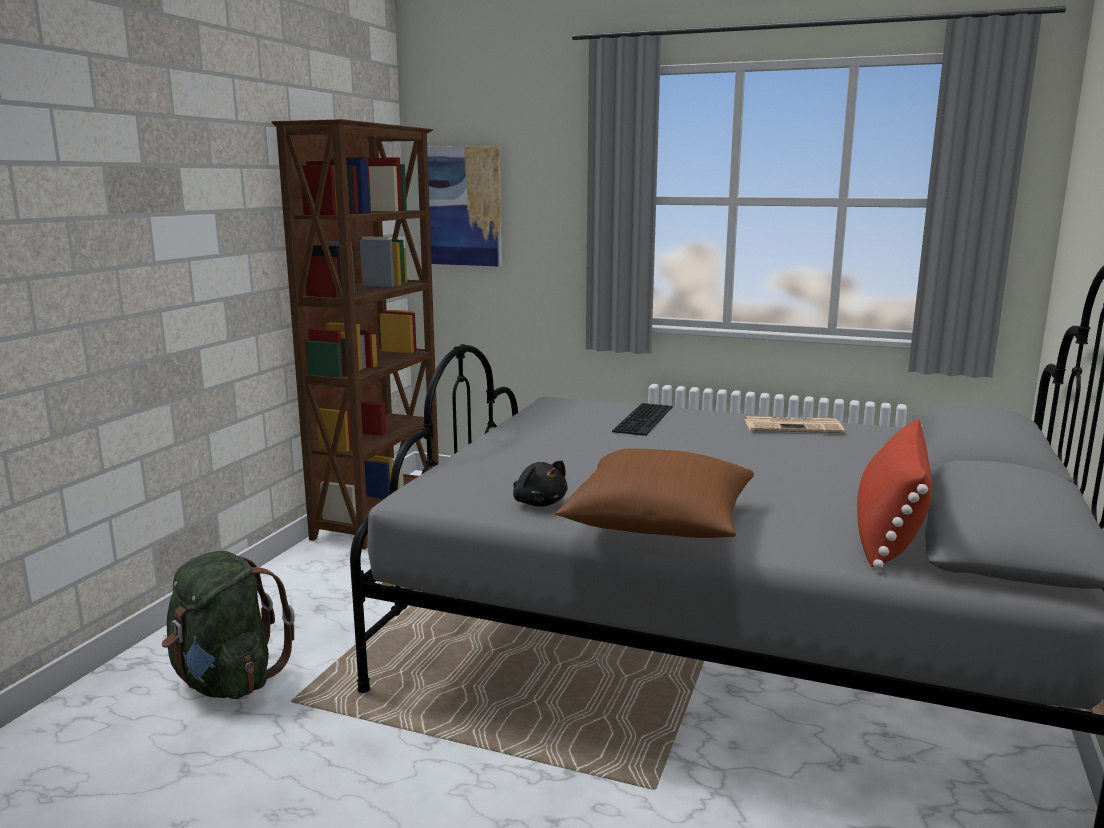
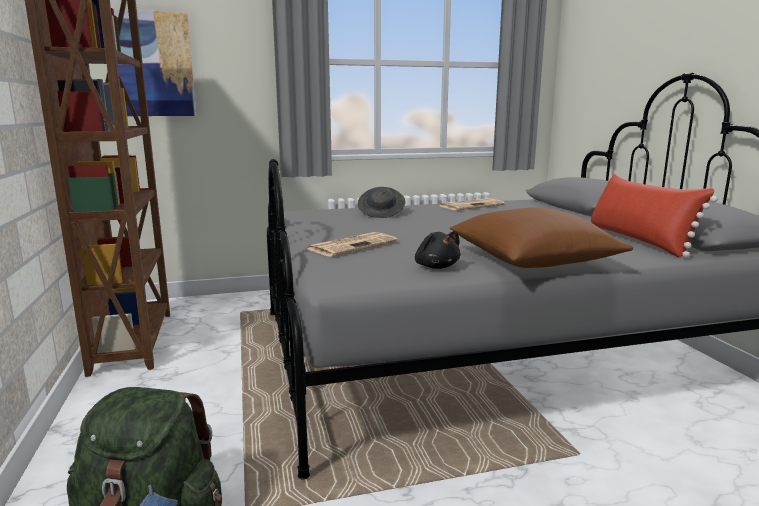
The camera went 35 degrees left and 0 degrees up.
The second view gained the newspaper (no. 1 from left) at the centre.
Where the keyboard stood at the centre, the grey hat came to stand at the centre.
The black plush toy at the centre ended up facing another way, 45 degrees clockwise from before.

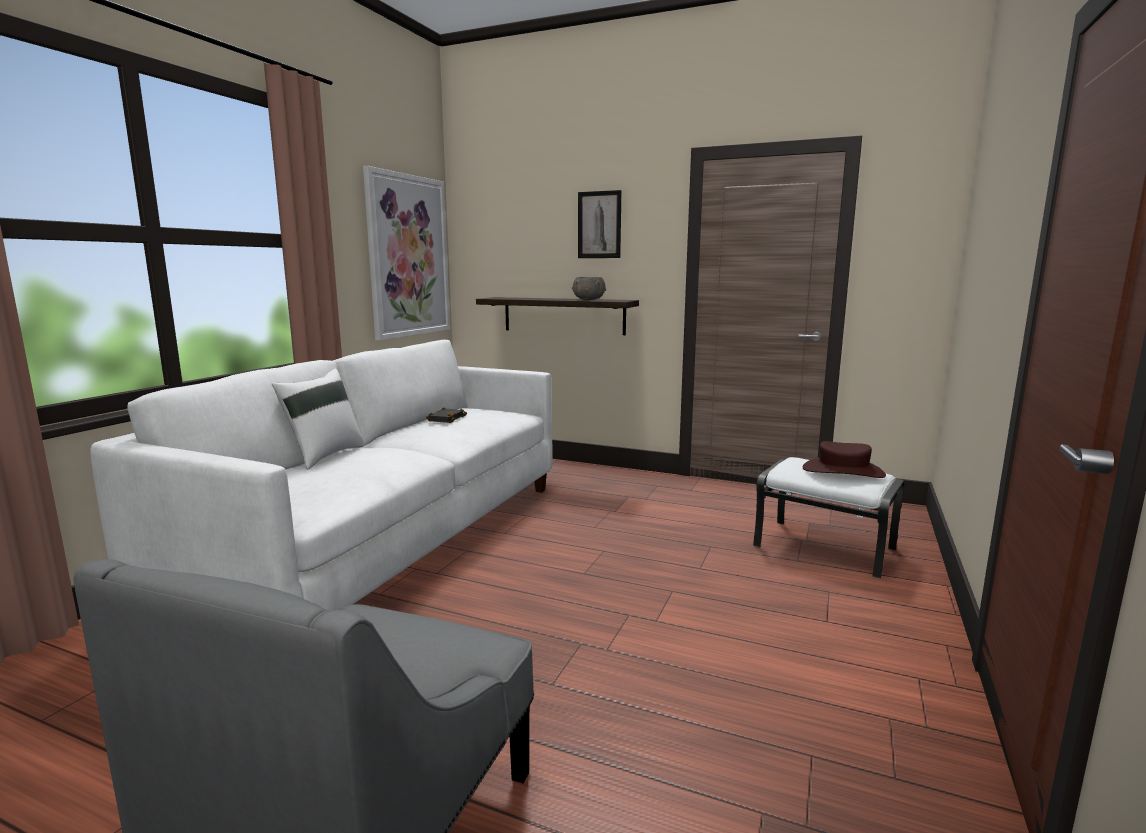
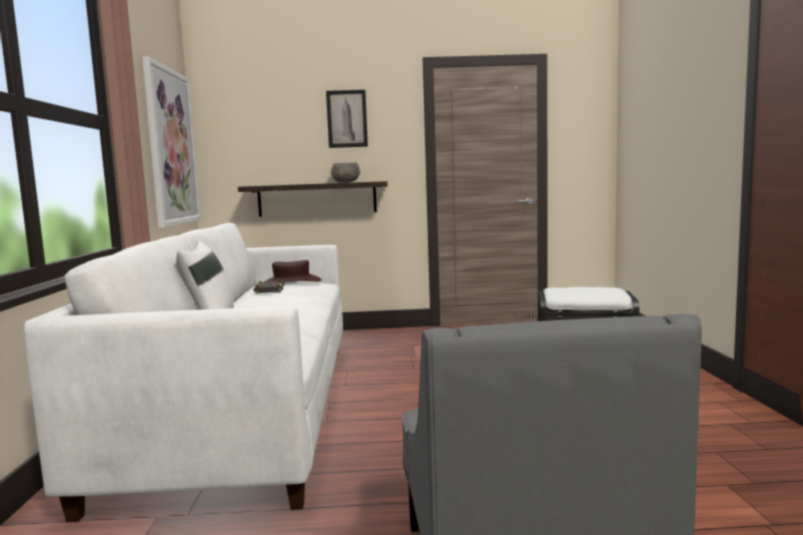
The camera went 25 degrees left and 5 degrees down.
The brown hat ended up elsewhere, having gone from the middle right to the centre.

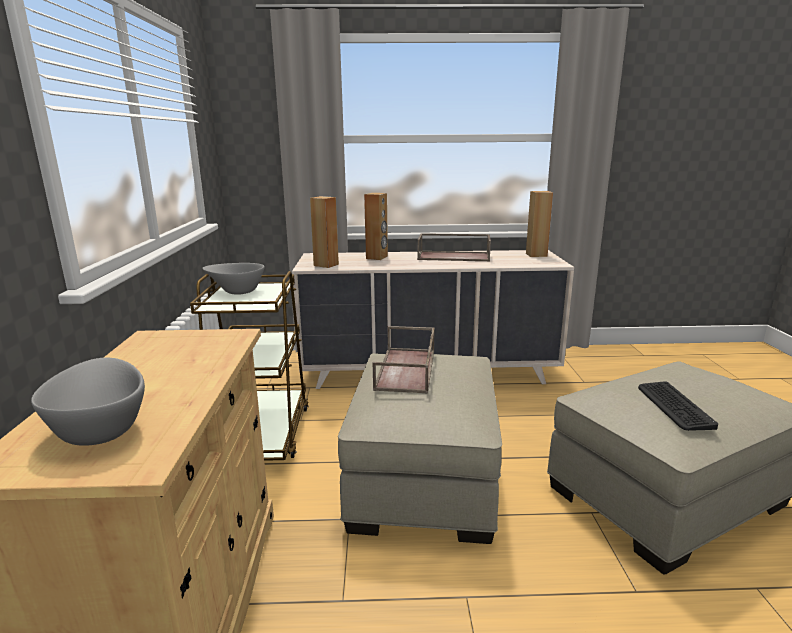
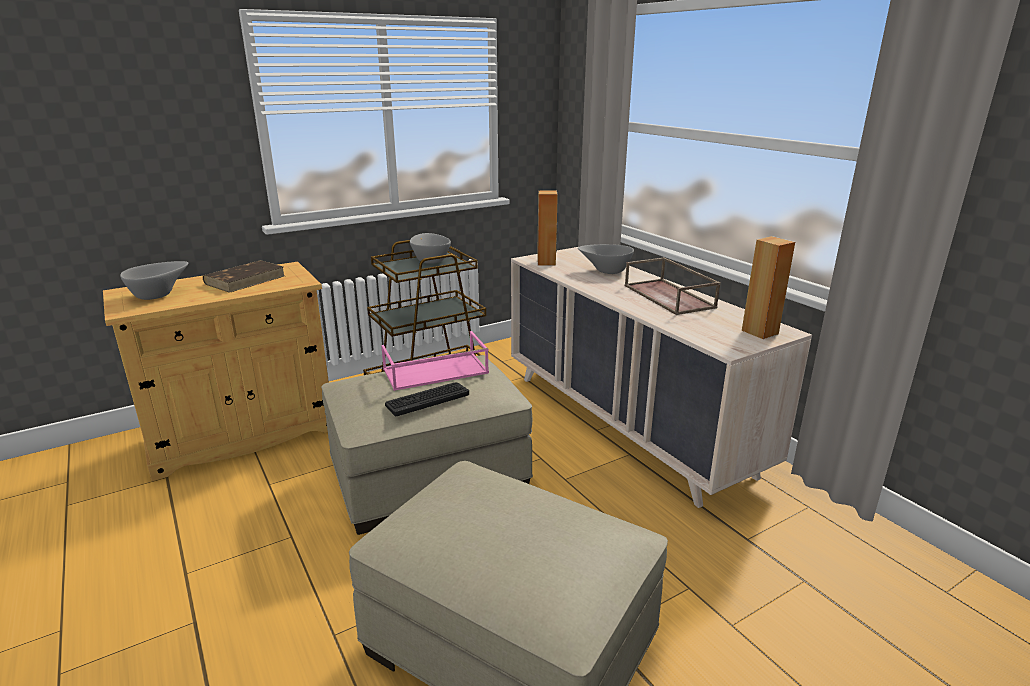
The camera went 60 degrees right and 5 degrees up.
The second view gained the brown book at the middle left.
The keyboard ended up elsewhere, having gone from the middle right to the centre.
Where the brown speaker (no. 2 from left) stood at the centre, the grey bowl (no. 3 from left) came to stand at the centre.
What was the brown tray (no. 1 from left) at the centre turned into the pink tray at the centre.

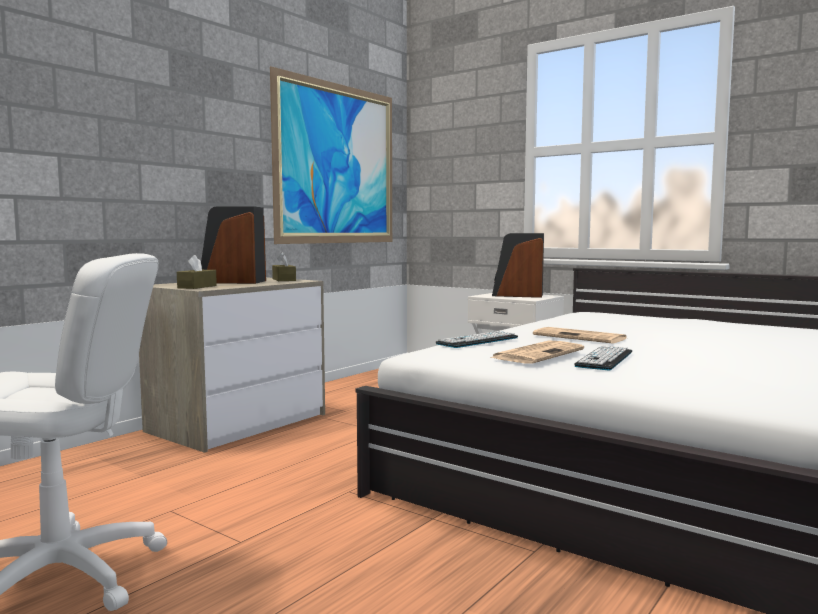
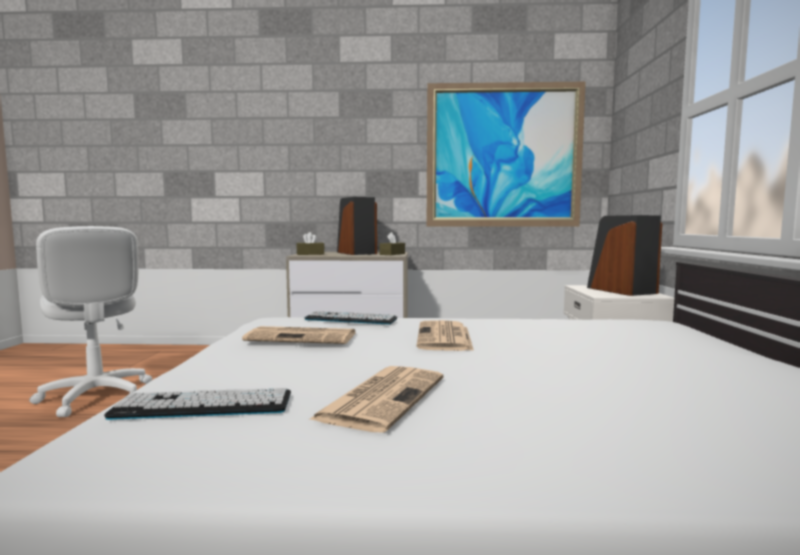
The camera went 55 degrees right and 0 degrees up.
The second view gained the newspaper (no. 2 from left) at the bottom centre.
The keyboard (no. 2 from left in the first image) ended up elsewhere, having gone from the middle right to the bottom left.

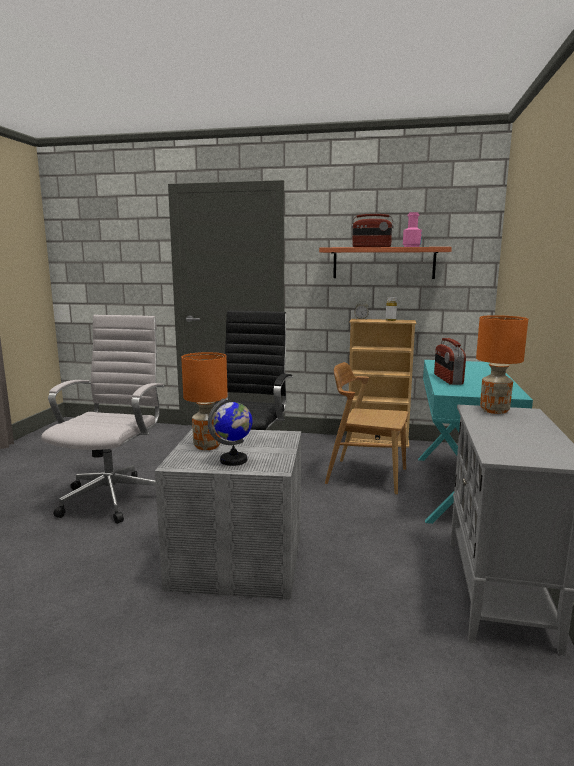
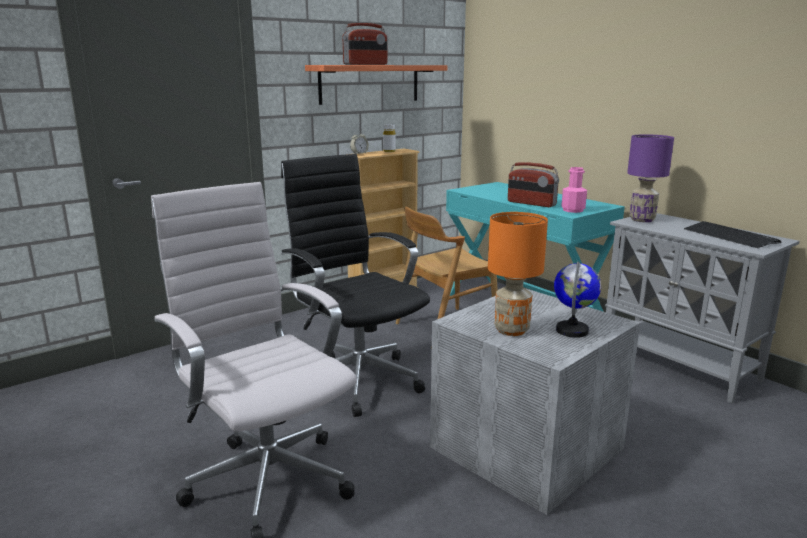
The camera went 50 degrees left and 5 degrees up.
The second view gained the keyboard at the middle right.
The pink bottle ended up elsewhere, having gone from the top right to the middle right.
What was the orange table lamp (no. 2 from left) at the middle right turned into the purple table lamp at the top right.

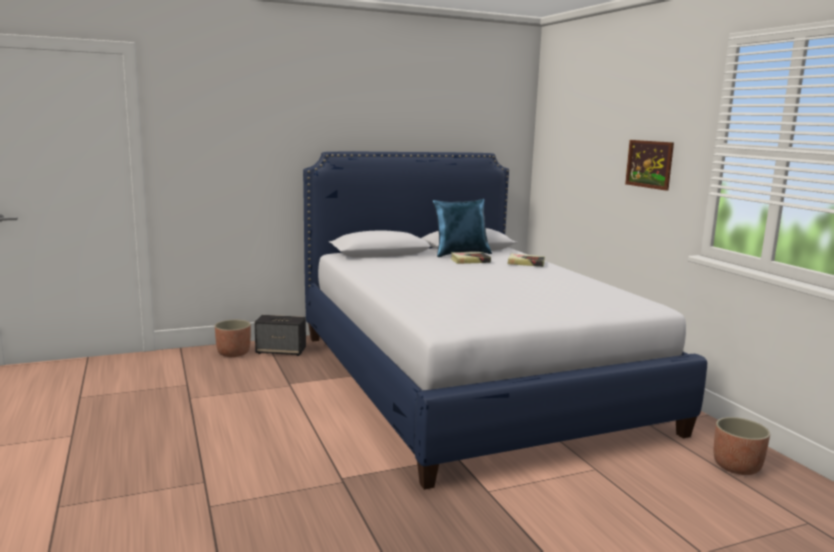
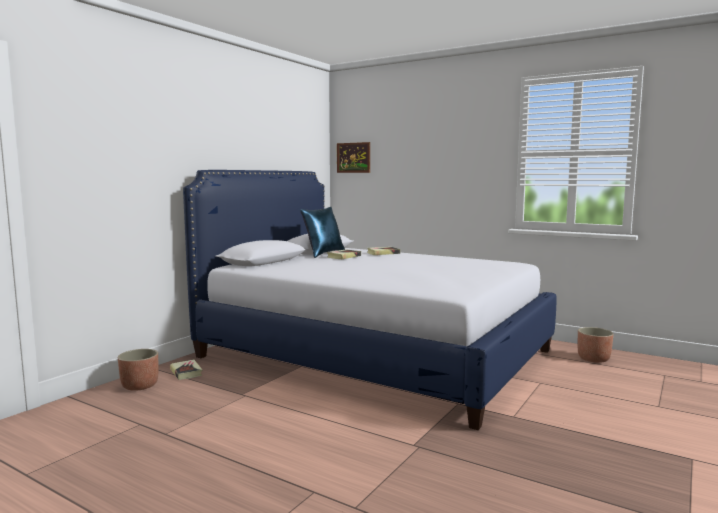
The camera went 35 degrees left and 5 degrees down.
The picture ended up elsewhere, having gone from the top right to the top centre.
Where the speaker stood at the centre, the book (no. 1 from left) came to stand at the bottom left.

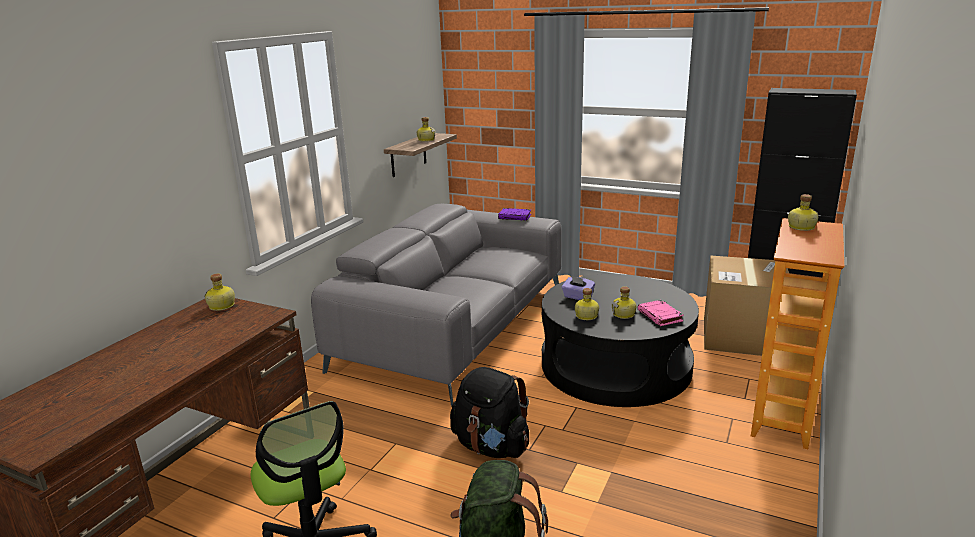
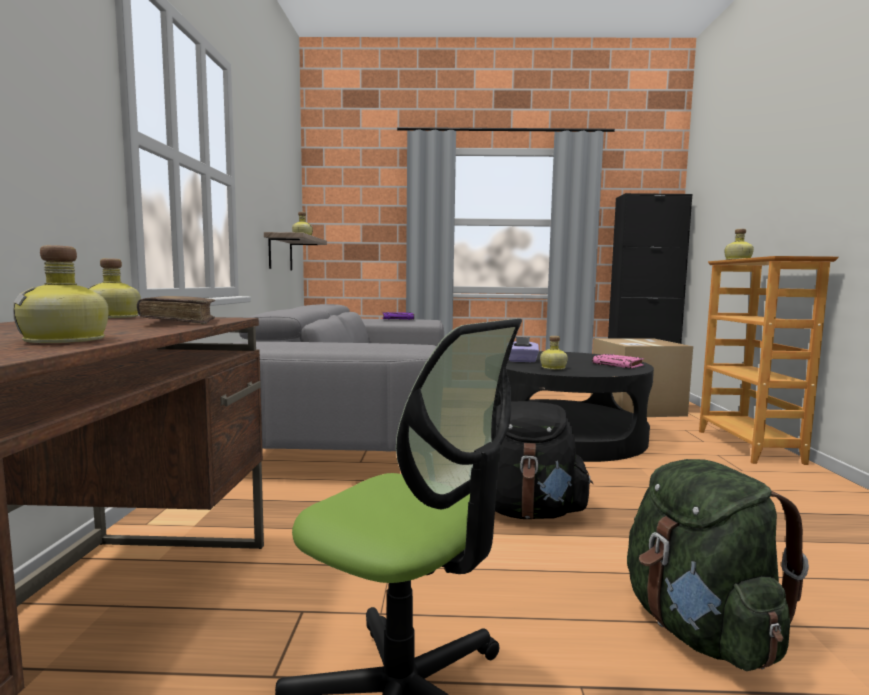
The camera went 25 degrees left and 15 degrees down.
The second view gained the brown book at the middle left.
The bottle (no. 4 from left in the first image) ended up elsewhere, having gone from the centre to the middle left.

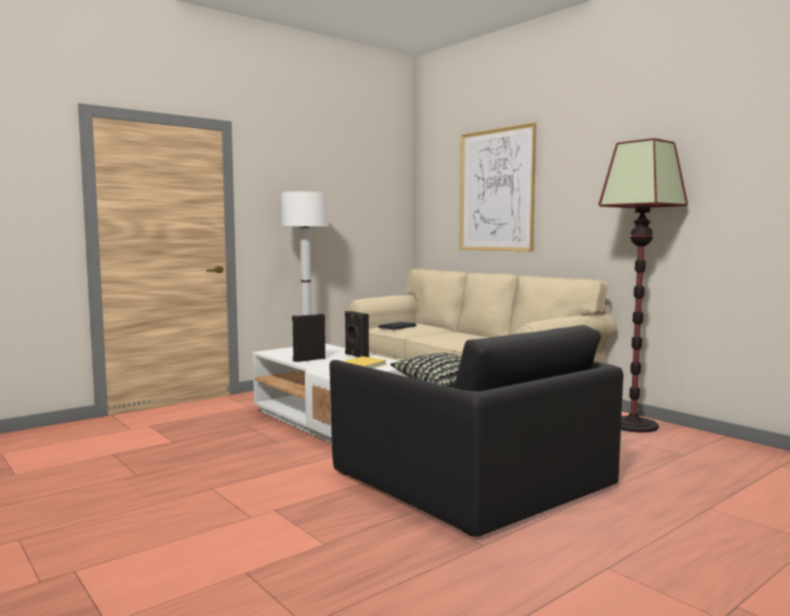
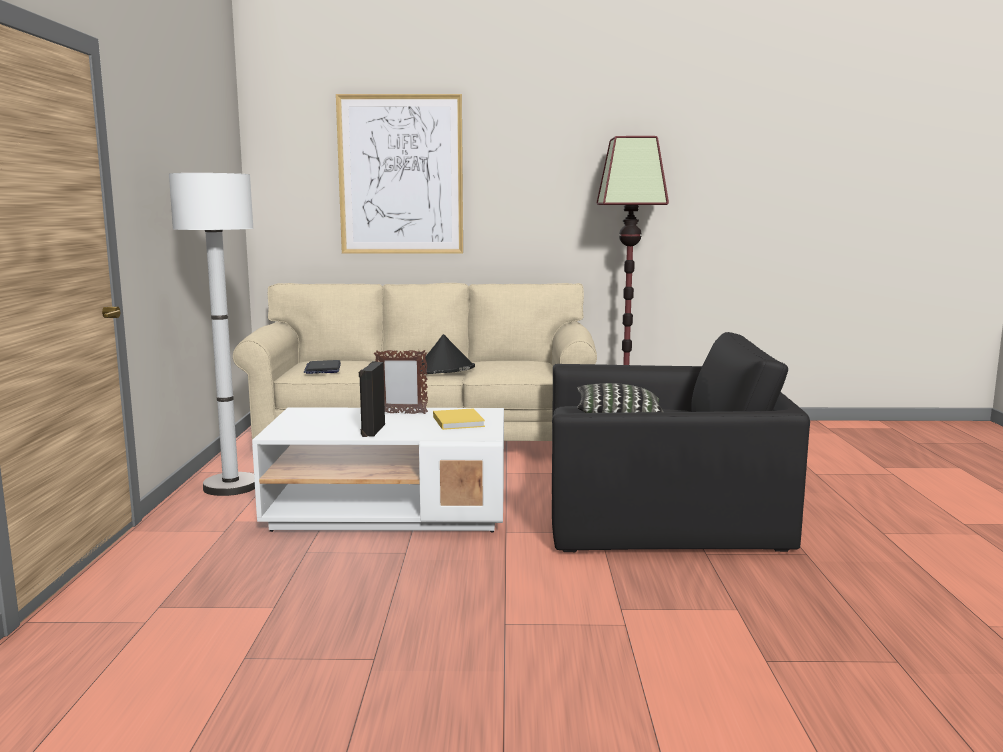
The camera went 50 degrees left and 5 degrees up.
The second view gained the black hat at the centre.
Where the black speaker (no. 2 from left) stood at the centre, the picture frame came to stand at the centre.

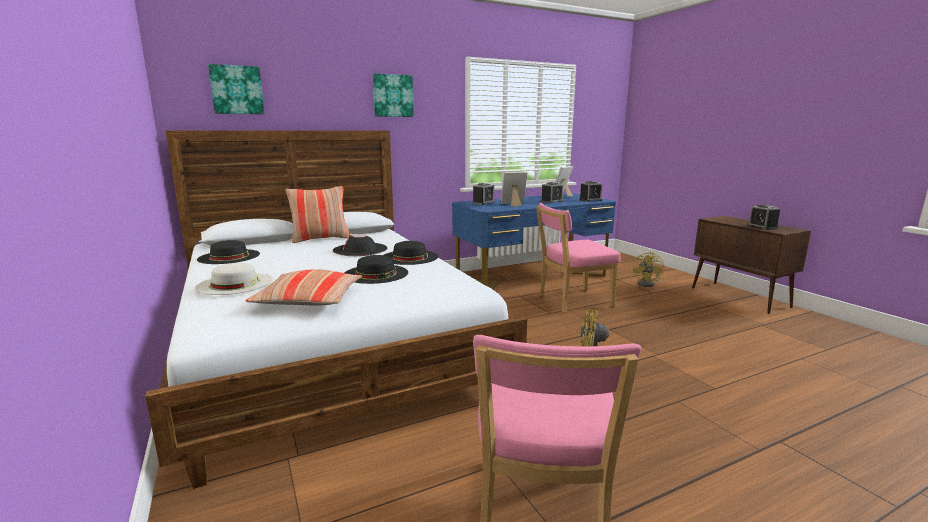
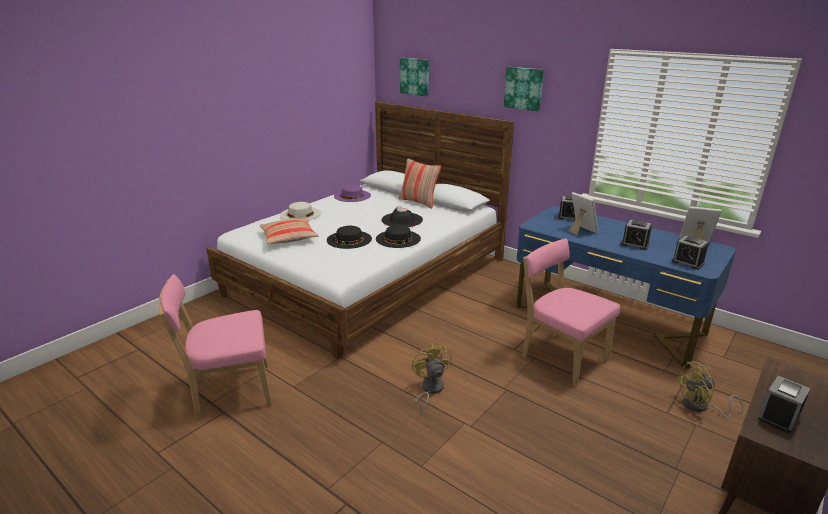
The camera went 65 degrees right and 10 degrees up.
What was the black hat (no. 1 from left) at the middle left turned into the purple hat at the centre.

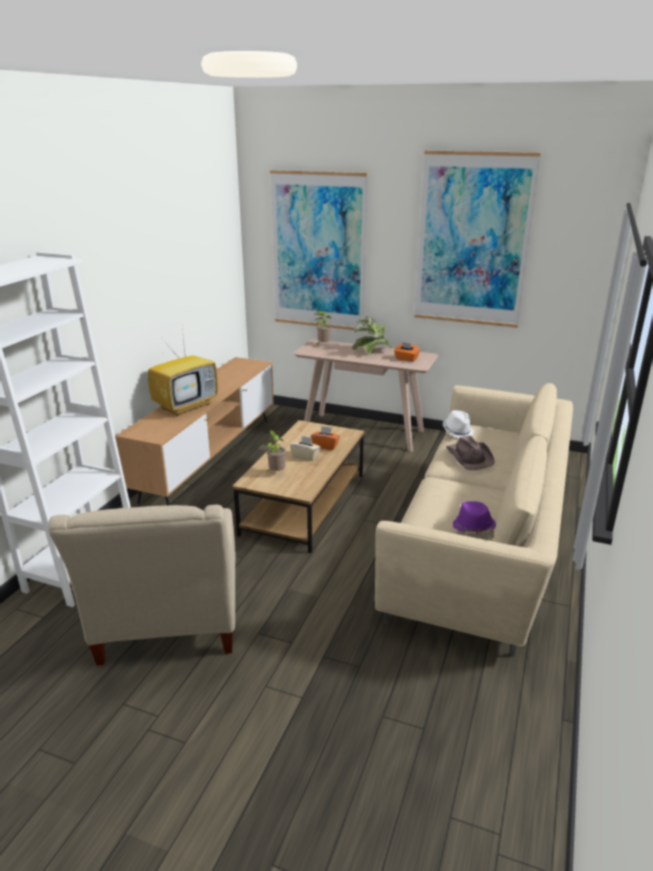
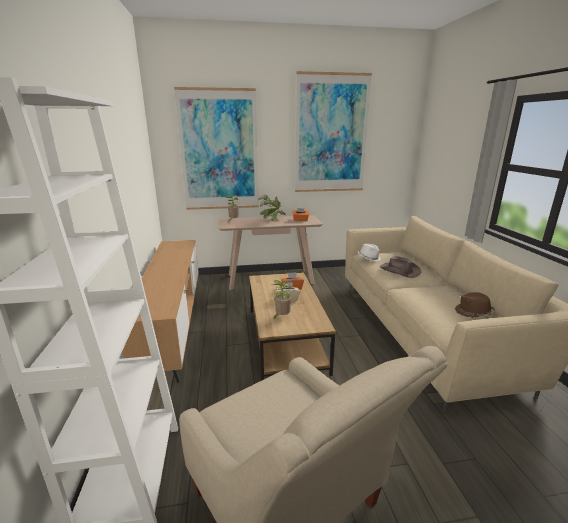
The camera went 30 degrees left and 5 degrees down.
The second view lost the television at the middle left.
What was the purple hat at the middle right turned into the brown hat (no. 2 from left) at the middle right.

